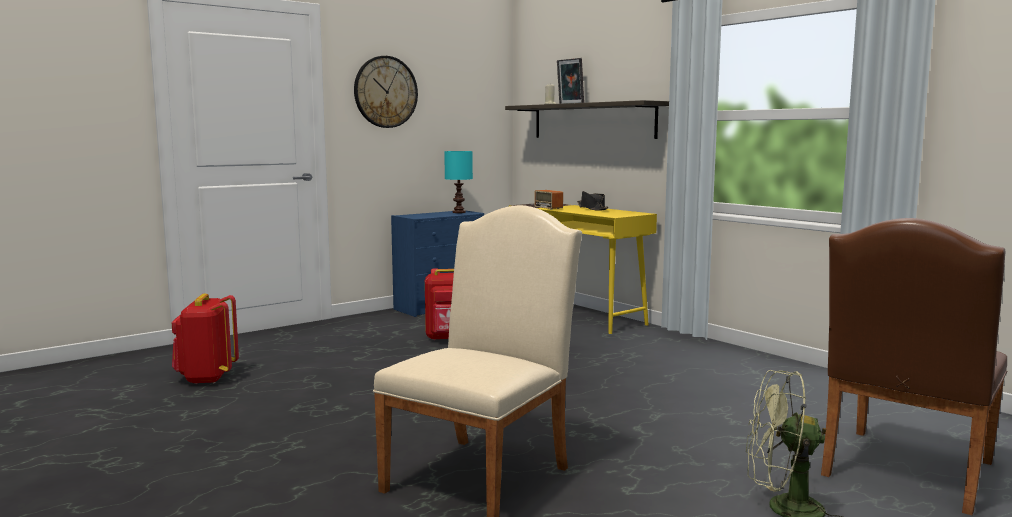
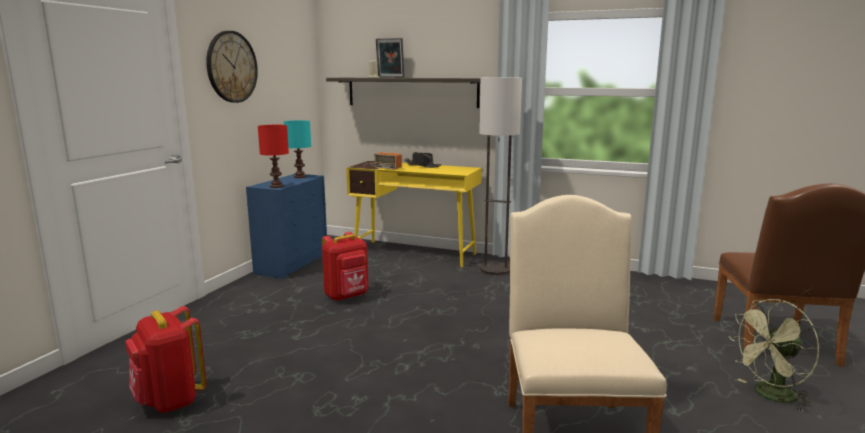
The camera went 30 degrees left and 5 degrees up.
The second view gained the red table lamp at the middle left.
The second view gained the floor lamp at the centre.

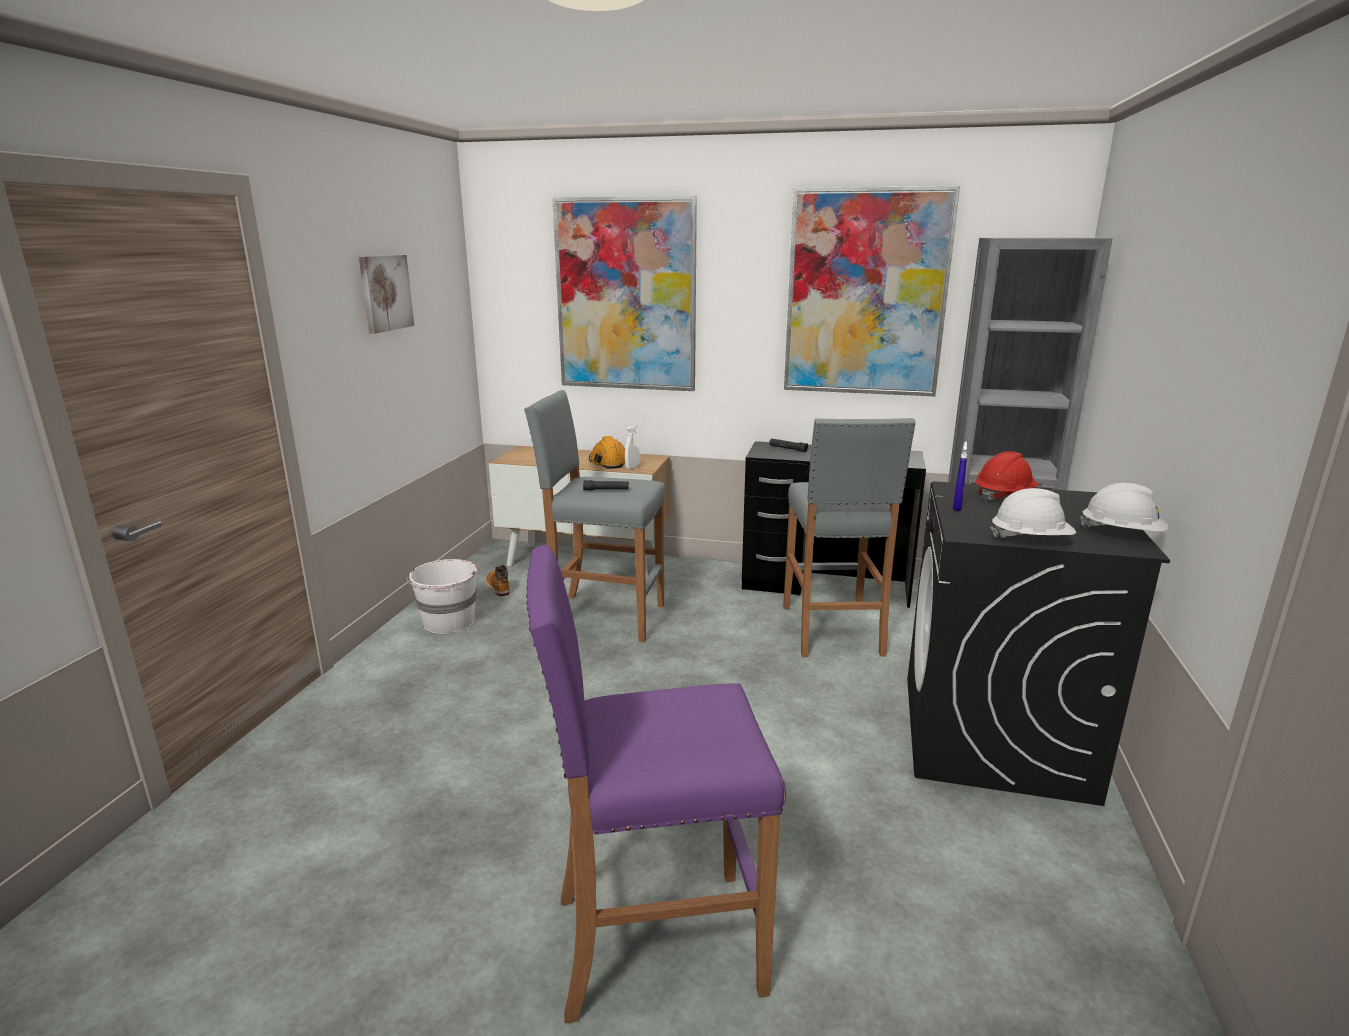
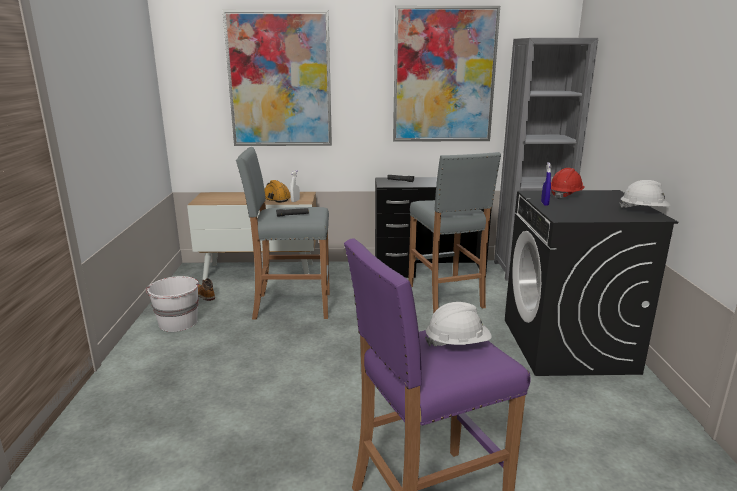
The camera went 15 degrees left and 0 degrees up.
The second view lost the picture (no. 1 from left) at the top left.
The white hard hat (no. 1 from left) ended up elsewhere, having gone from the middle right to the centre.

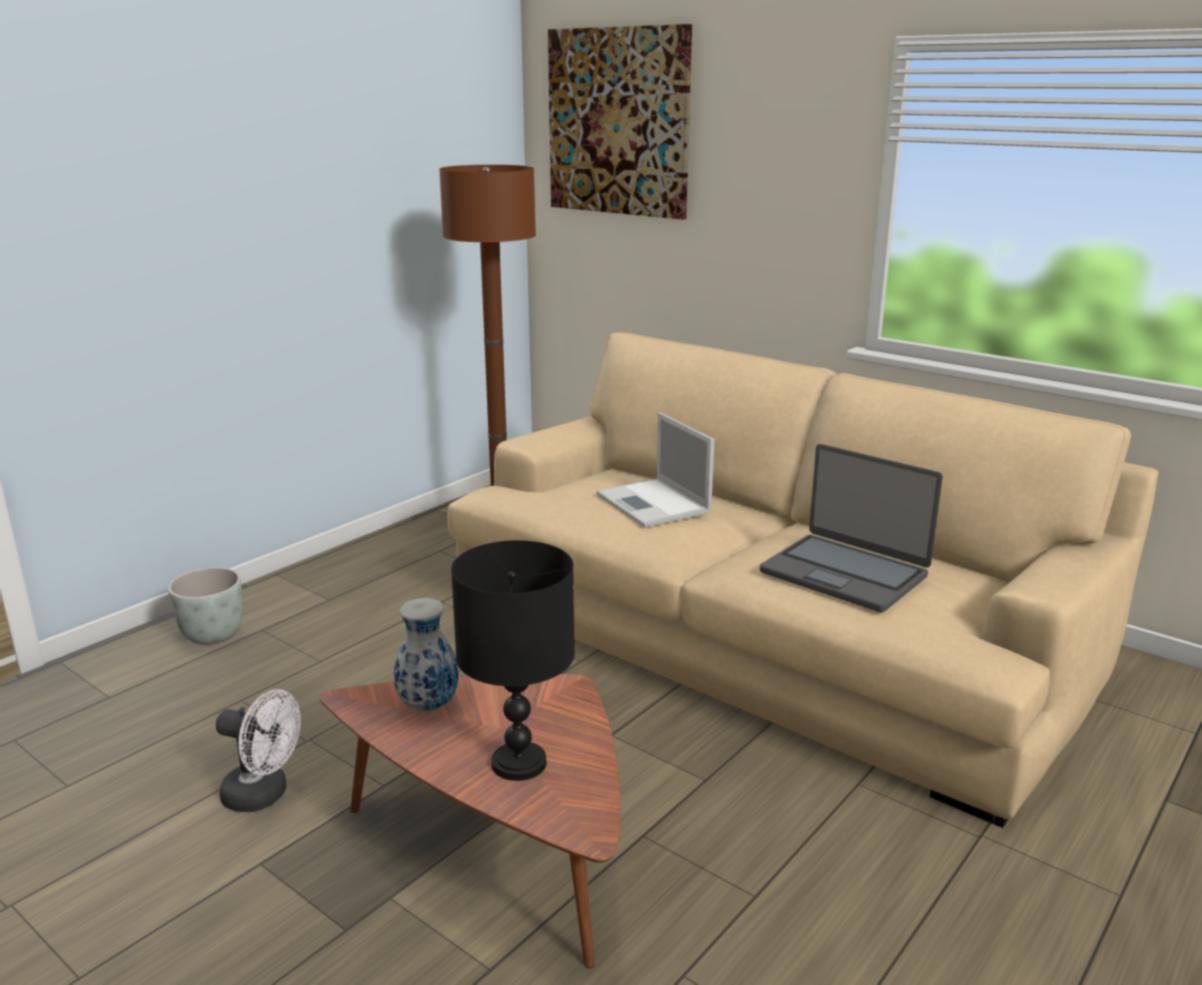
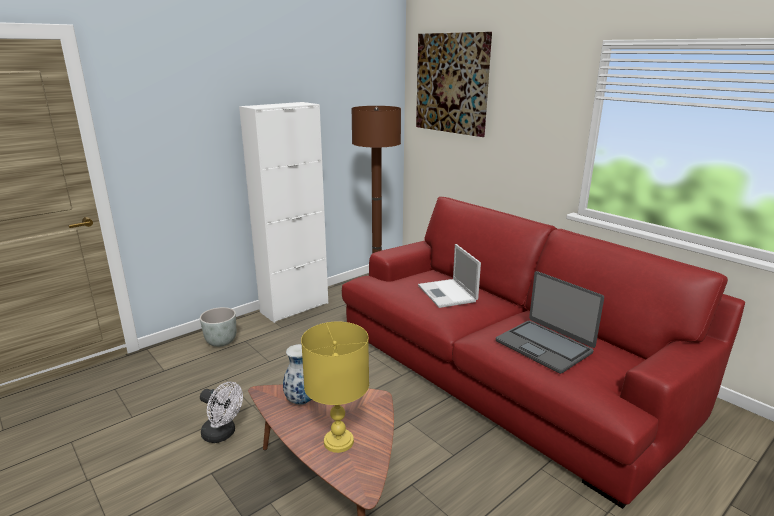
The camera went 10 degrees right and 0 degrees up.
The second view gained the white cabinet at the centre.
What was the beige sofa at the middle right turned into the red sofa at the bottom right.
What was the black table lamp at the bottom centre turned into the yellow table lamp at the bottom centre.

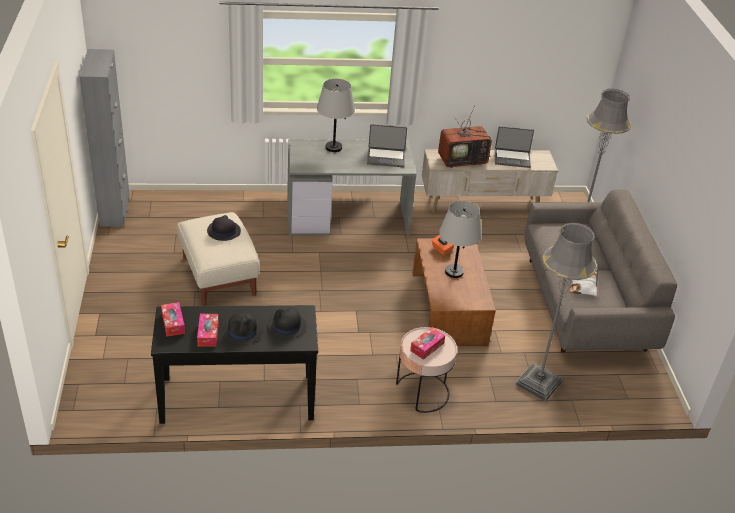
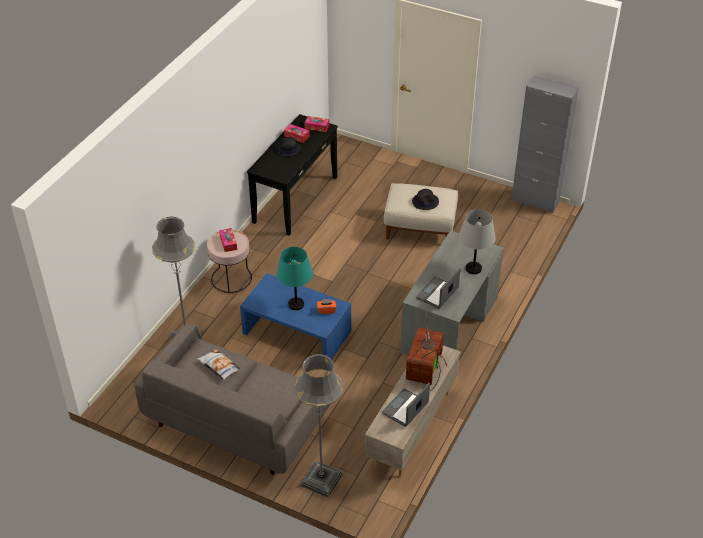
The camera went 125 degrees right and 5 degrees up.
The second view lost the black hat (no. 3 from left) at the centre.
What was the brown coffee table at the centre turned into the blue coffee table at the centre.
What was the grey table lamp (no. 2 from left) at the centre turned into the turquoise table lamp at the centre.

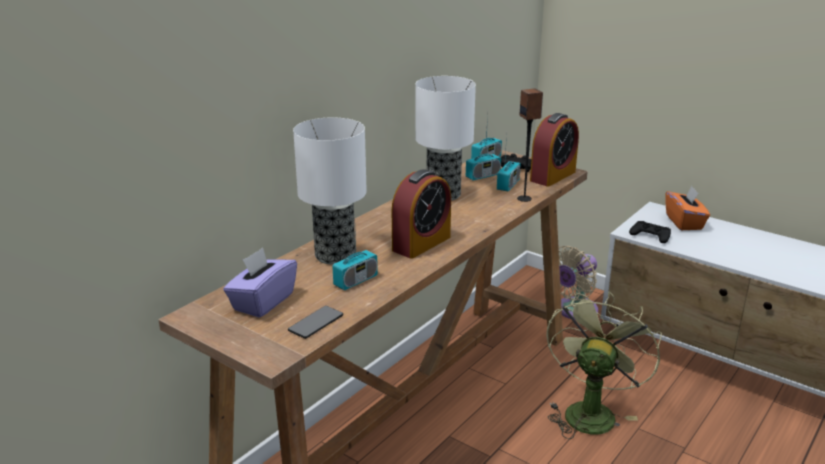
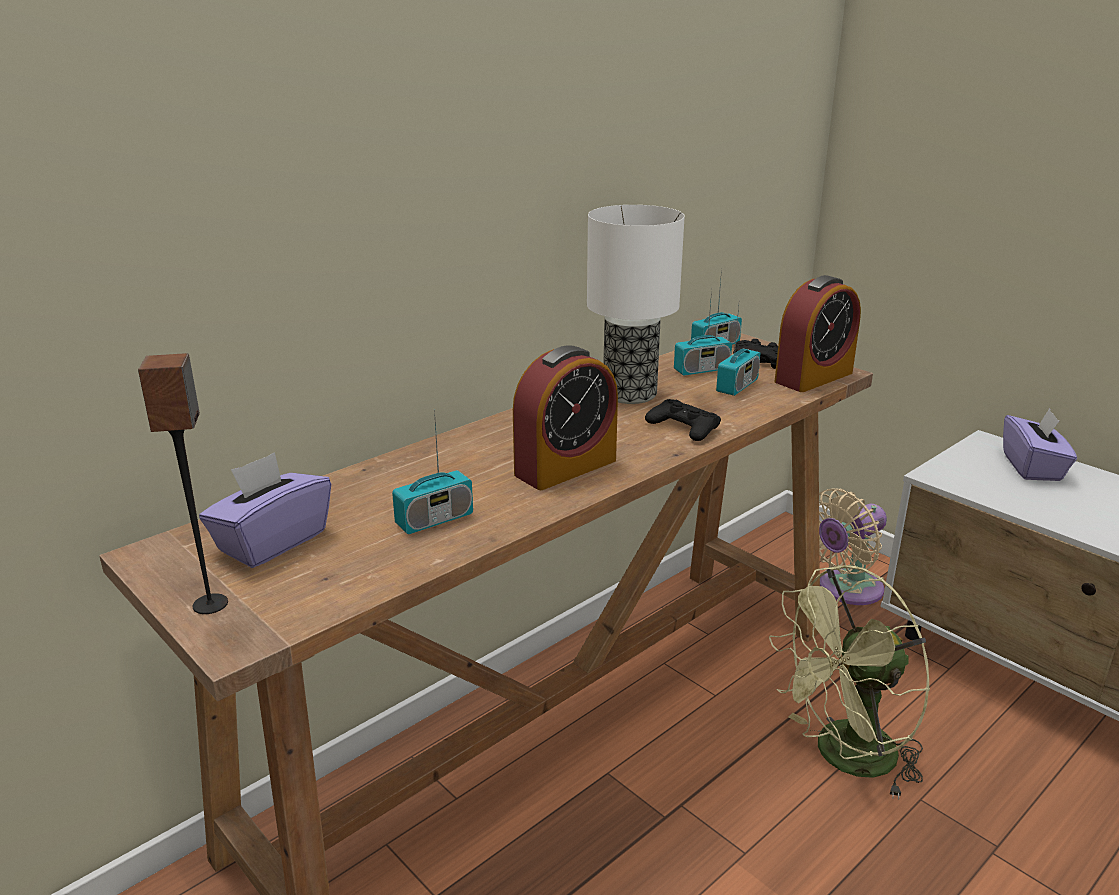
The camera went 10 degrees right and 0 degrees up.
The second view lost the phone at the bottom centre.
The second view lost the table lamp (no. 1 from left) at the centre.
The speaker ended up elsewhere, having gone from the top centre to the middle left.
The black game controller (no. 2 from left in the first image) ended up elsewhere, having gone from the middle right to the centre.
What was the orange tissue box at the middle right turned into the purple tissue box (no. 2 from left) at the middle right.
The green fan at the bottom right ended up facing another way, 150 degrees counterclockwise from before.

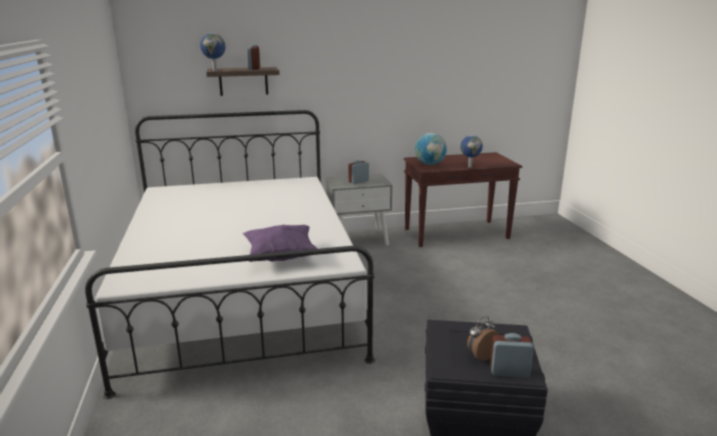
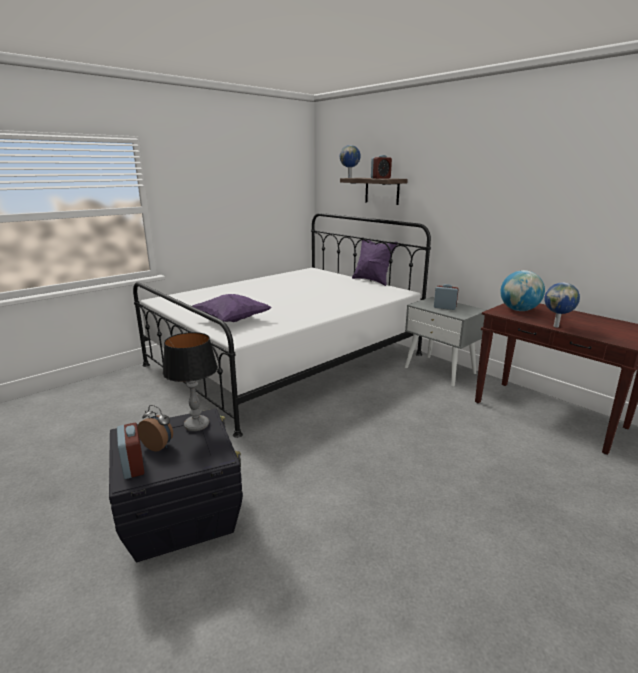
The camera went 60 degrees right and 0 degrees up.
The second view gained the table lamp at the middle left.
The second view gained the purple pillow (no. 2 from left) at the centre.

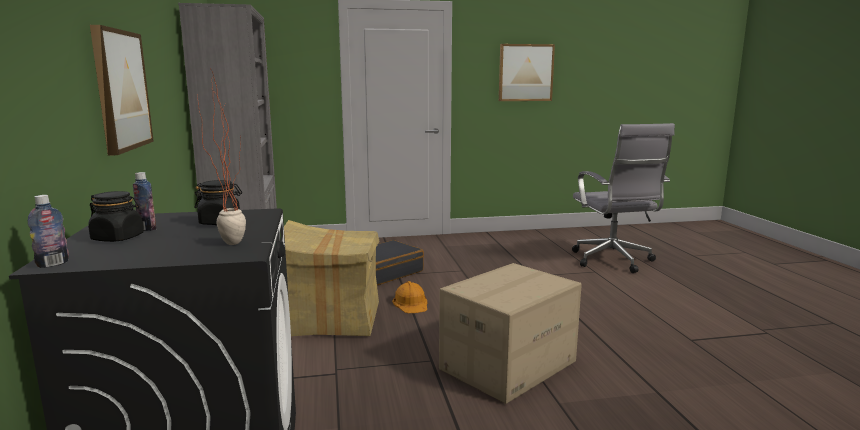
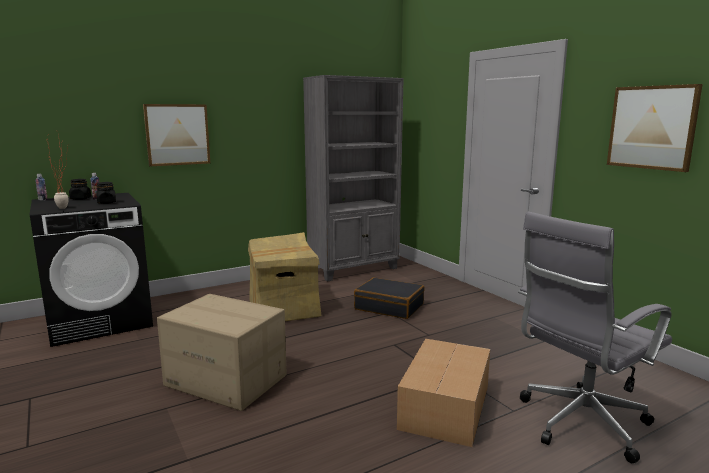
The camera went 70 degrees right and 0 degrees up.
The second view lost the orange hard hat at the bottom centre.
The second view gained the cardboard box (no. 3 from left) at the bottom centre.

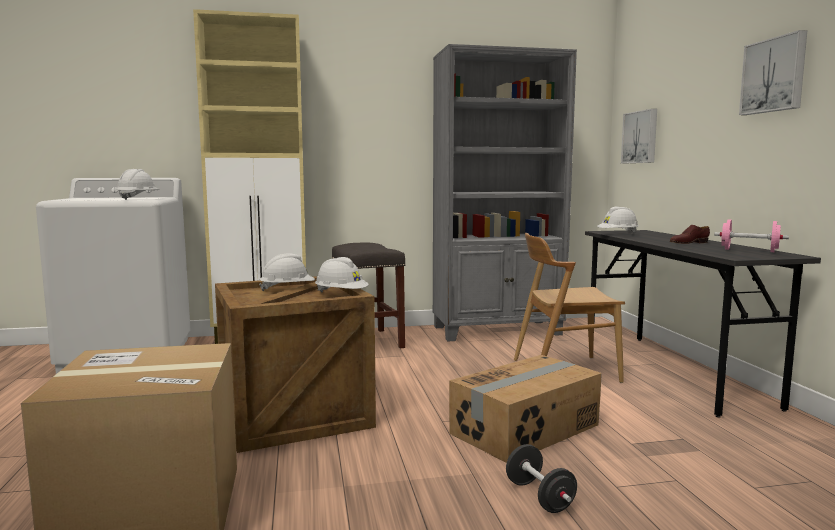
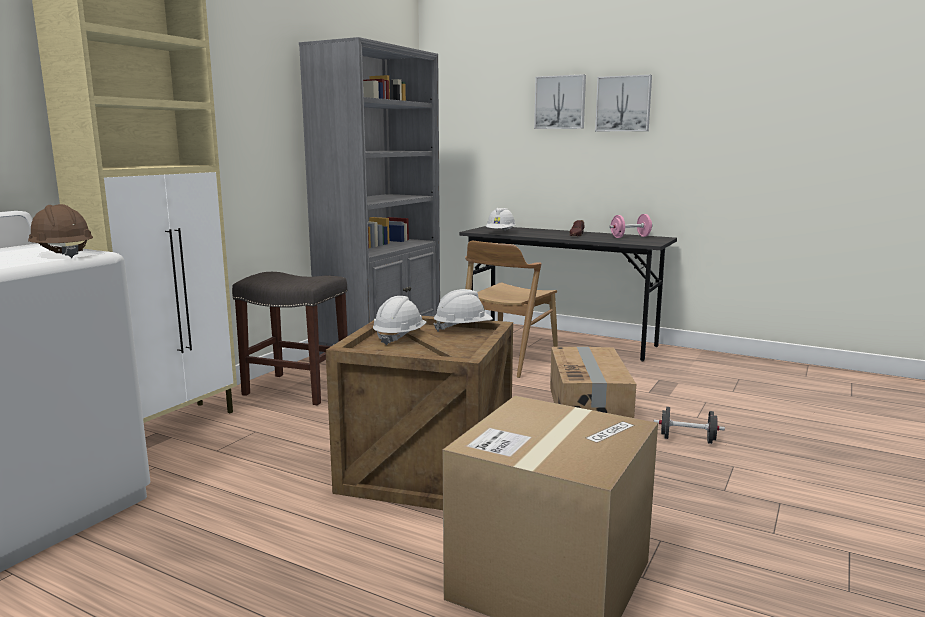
The camera went 50 degrees left and 5 degrees up.
The picture (no. 1 from left) ended up elsewhere, having gone from the top right to the top centre.
What was the white hard hat (no. 1 from left) at the middle left turned into the brown hard hat at the middle left.

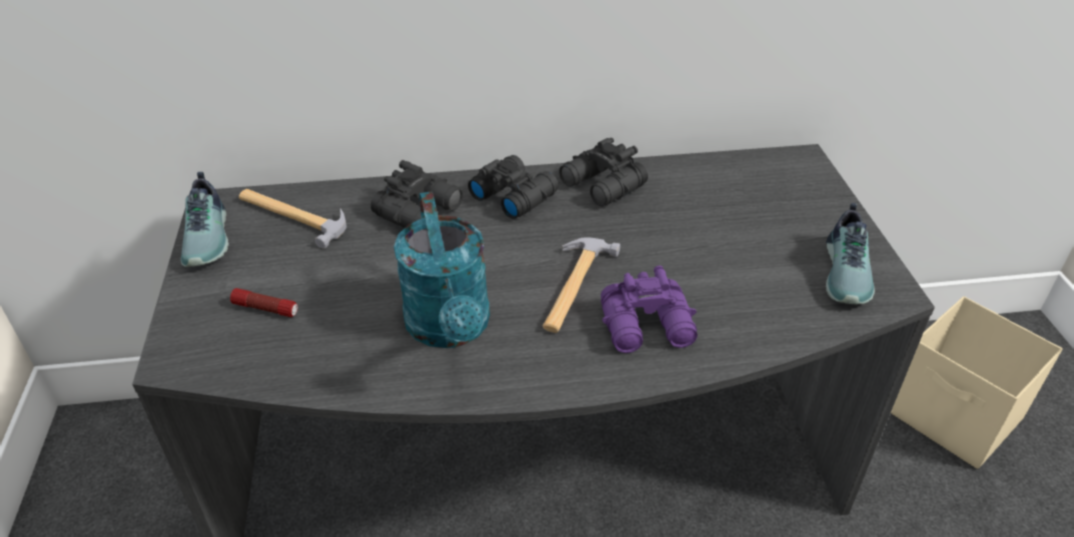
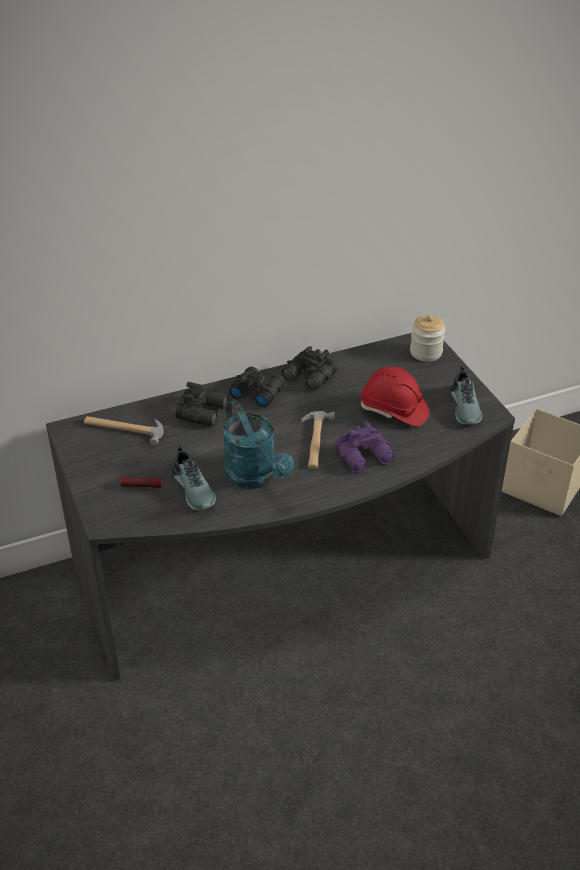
The camera went 15 degrees left and 0 degrees up.
The second view gained the red hard hat at the middle right.
The second view gained the jar at the middle right.
The shoe (no. 1 from left) ended up elsewhere, having gone from the middle left to the centre.

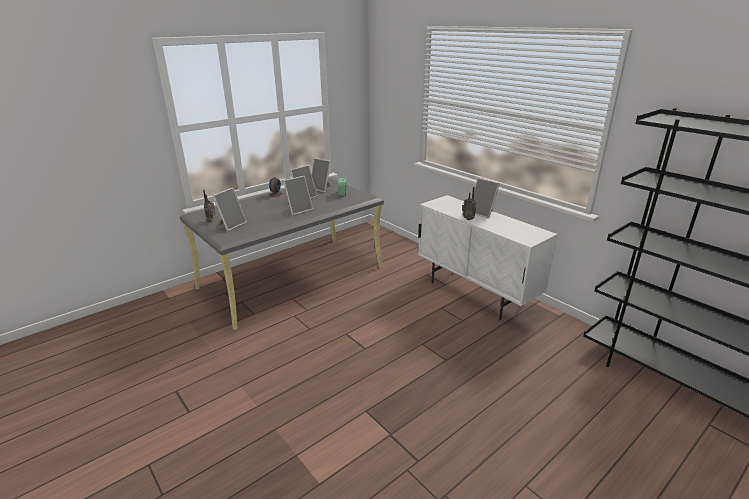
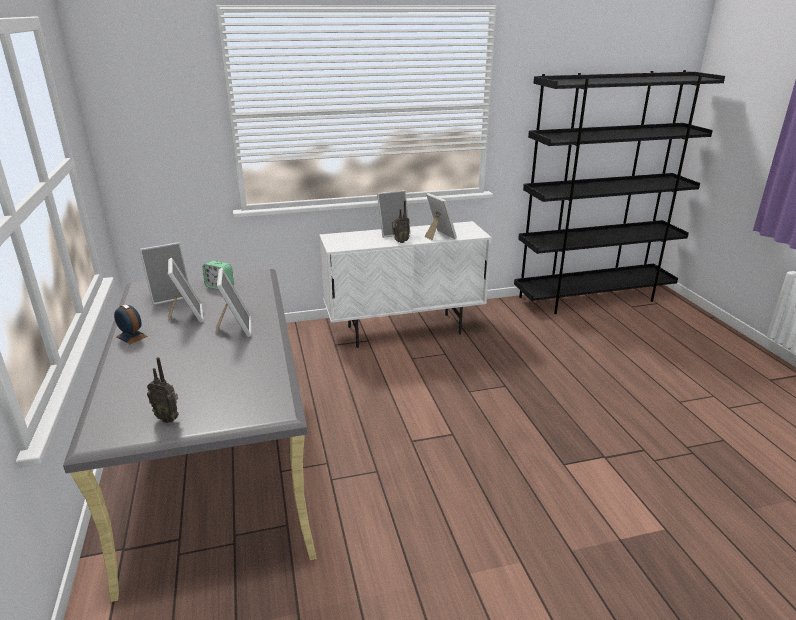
The camera went 65 degrees left and 0 degrees up.
The picture frame (no. 1 from left in the first image) ended up elsewhere, having gone from the middle left to the centre.

